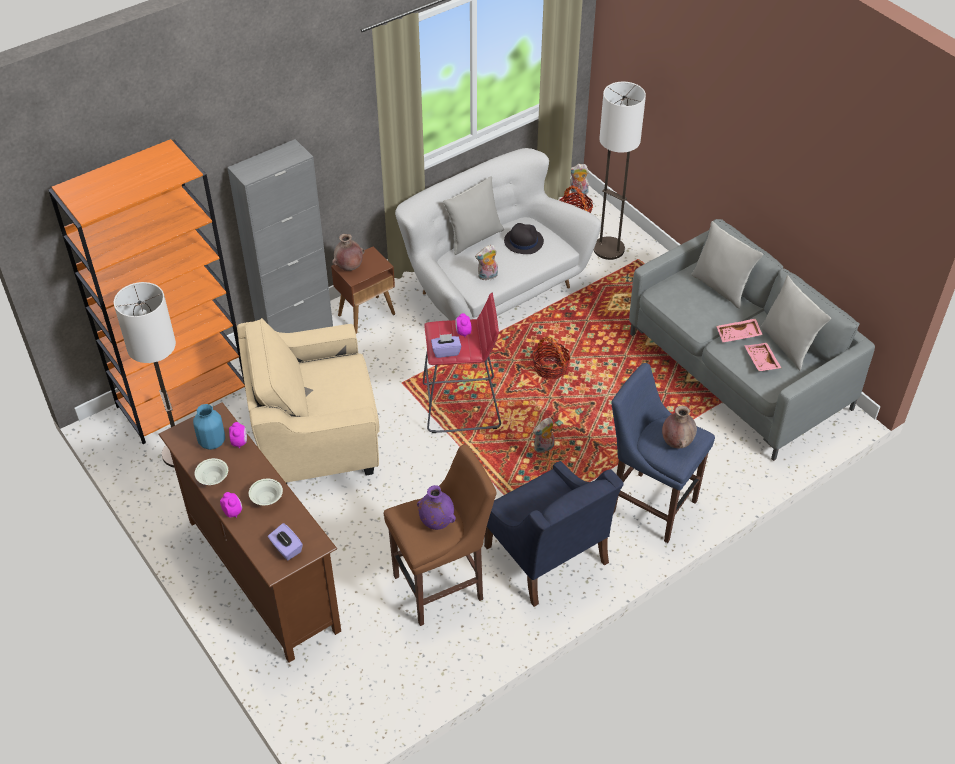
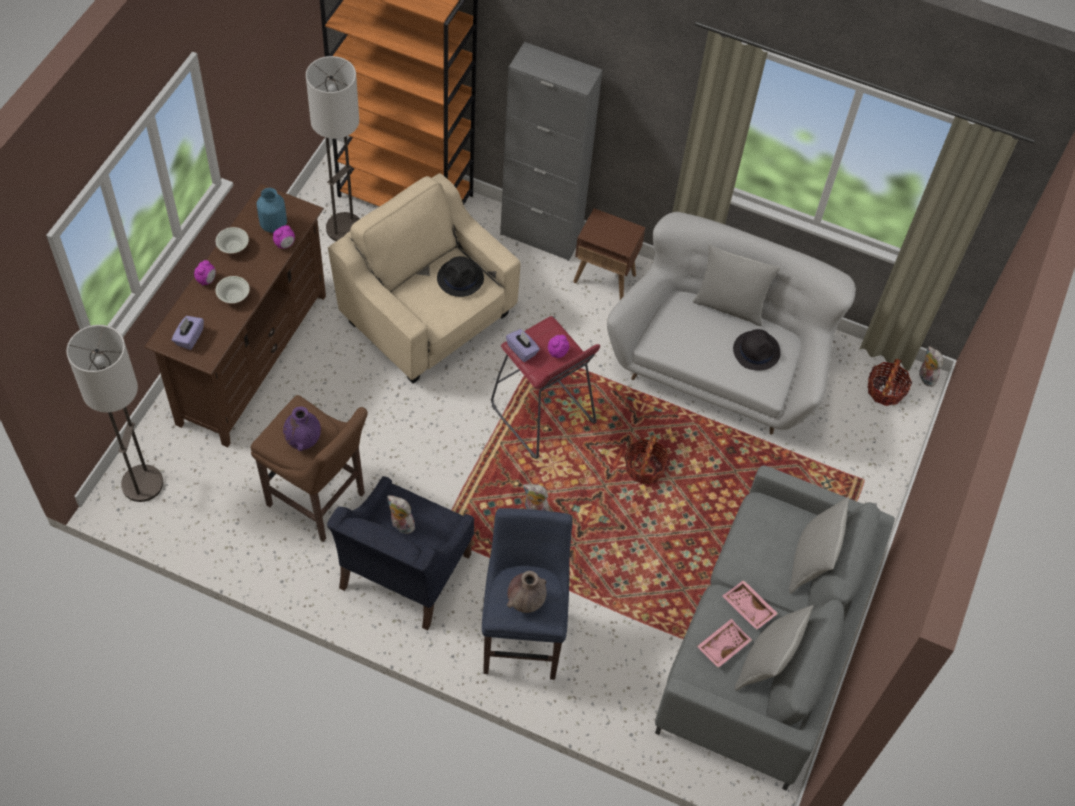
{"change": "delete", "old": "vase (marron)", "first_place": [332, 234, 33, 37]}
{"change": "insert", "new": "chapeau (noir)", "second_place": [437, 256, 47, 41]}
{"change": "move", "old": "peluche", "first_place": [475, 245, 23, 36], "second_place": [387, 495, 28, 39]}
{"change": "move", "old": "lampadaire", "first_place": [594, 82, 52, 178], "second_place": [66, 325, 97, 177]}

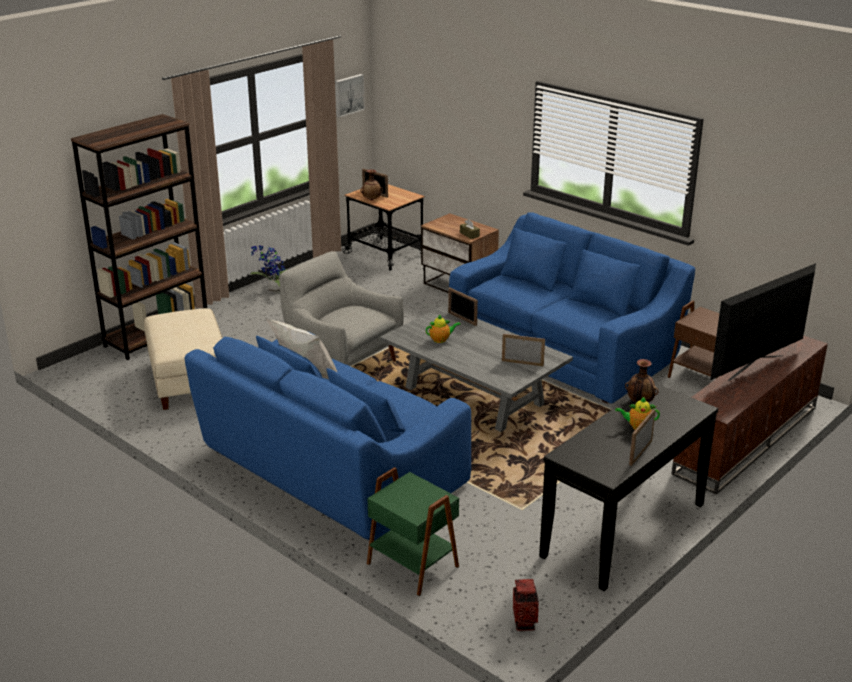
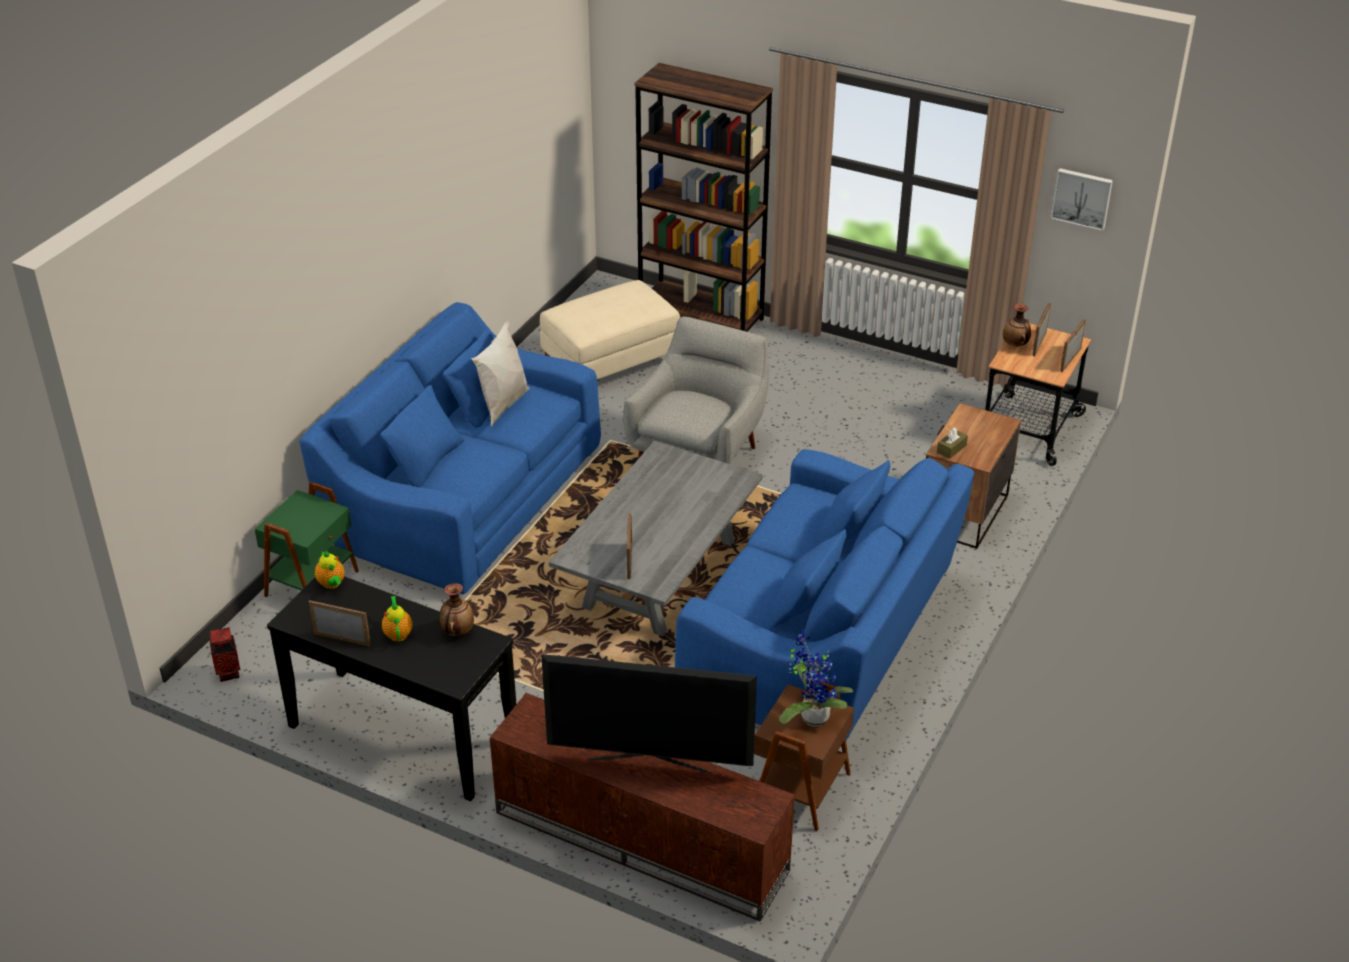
{"change": "move", "old": "plante en pot", "first_place": [250, 245, 37, 48], "second_place": [779, 630, 74, 97]}
{"change": "move", "old": "théière", "first_place": [426, 314, 35, 29], "second_place": [315, 552, 30, 37]}
{"change": "move", "old": "cadre photo", "first_place": [448, 287, 30, 39], "second_place": [1060, 319, 26, 53]}
{"change": "rotate", "old": "téléviseur", "first_place": [710, 263, 106, 119], "second_place": [541, 655, 216, 119], "degrees": 150}

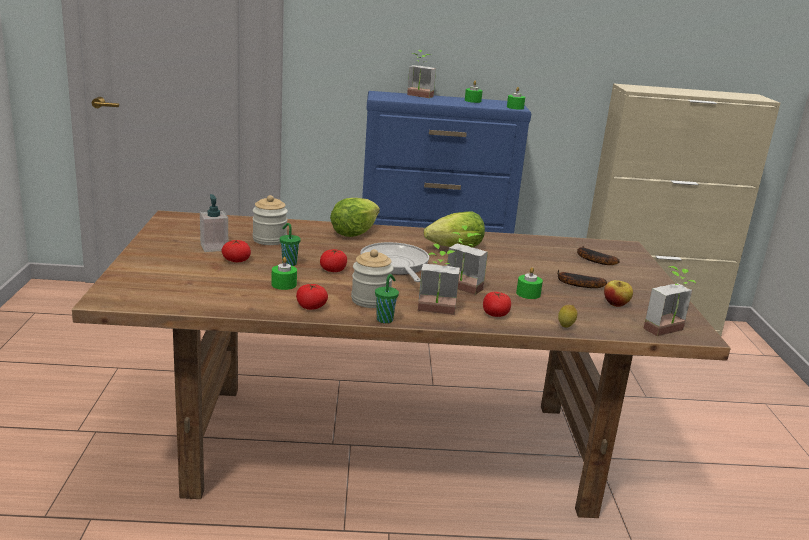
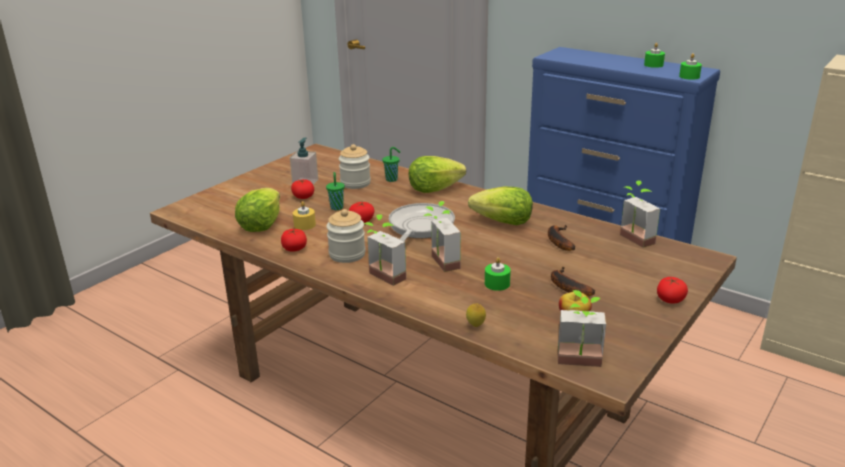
{"change": "insert", "new": "laitue", "second_place": [235, 188, 45, 44]}
{"change": "move", "old": "tasse (vert)", "first_place": [375, 274, 24, 49], "second_place": [382, 147, 18, 35]}
{"change": "move", "old": "plante en pot", "first_place": [407, 50, 29, 48], "second_place": [620, 180, 40, 68]}
{"change": "move", "old": "tomate", "first_place": [483, 292, 28, 25], "second_place": [657, 277, 31, 27]}
{"change": "move", "old": "banane", "first_place": [577, 246, 43, 19], "second_place": [548, 225, 28, 26]}
{"change": "recolor", "old": "bougie (vert)", "new": "bougie (jaune)", "first_place": [271, 257, 26, 33], "second_place": [293, 201, 23, 29]}

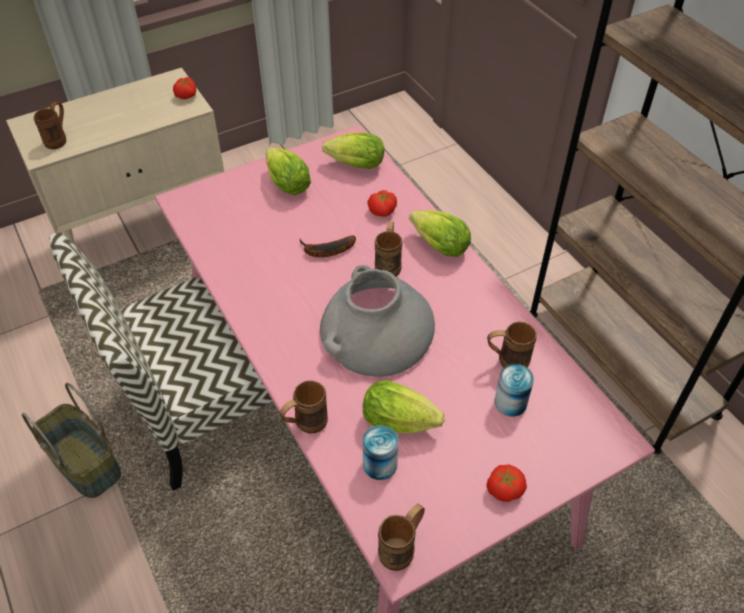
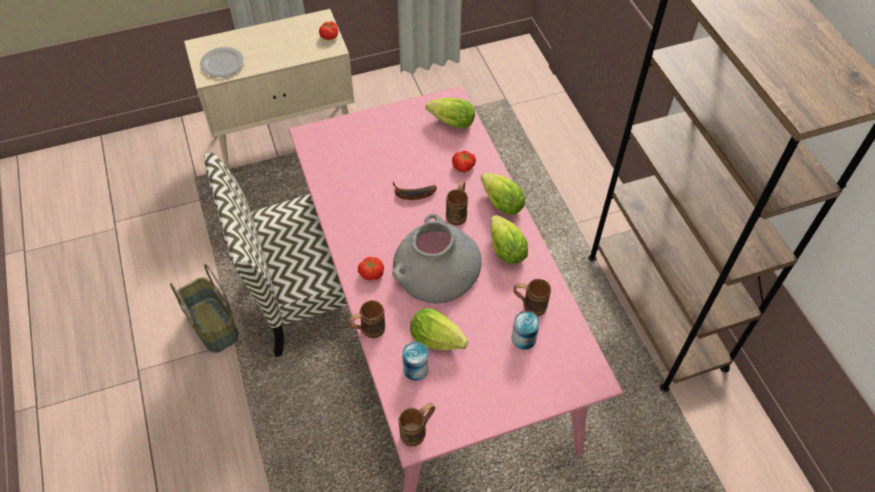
{"change": "move", "old": "laitue", "first_place": [266, 147, 45, 48], "second_place": [491, 215, 37, 49]}
{"change": "move", "old": "tomate", "first_place": [487, 464, 40, 38], "second_place": [358, 257, 26, 23]}
{"change": "replace", "old": "mug (marron)", "new": "assiette", "first_place": [33, 102, 33, 47], "second_place": [200, 47, 44, 30]}

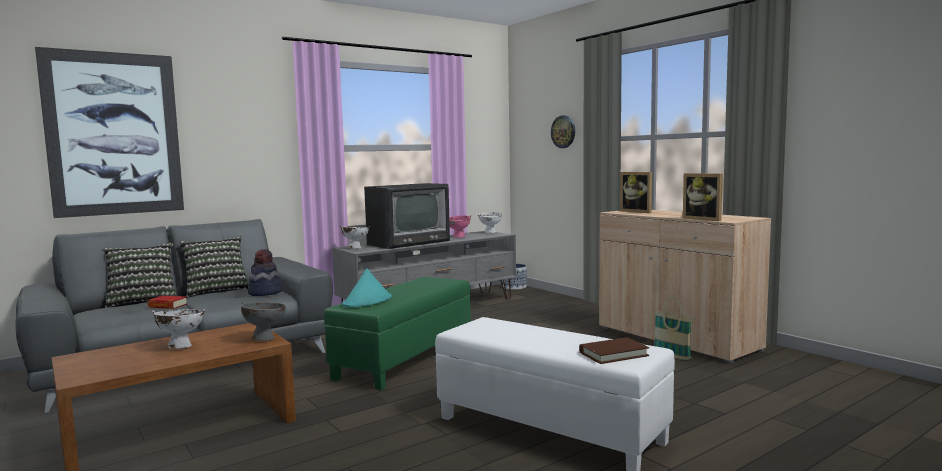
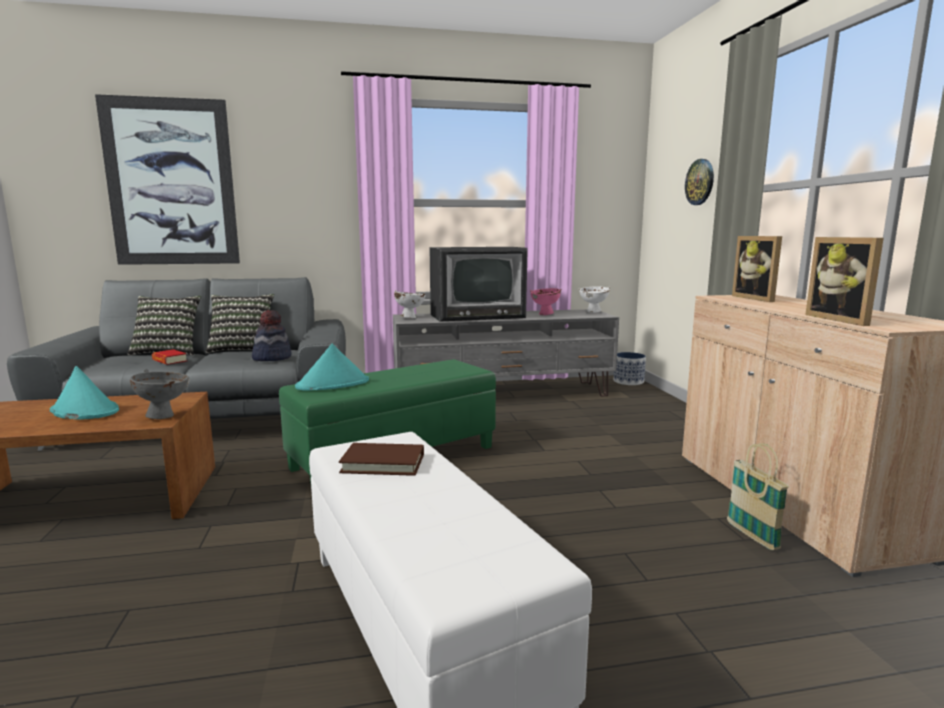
{"change": "move", "old": "livre (marron)", "first_place": [579, 337, 70, 27], "second_place": [339, 443, 85, 33]}
{"change": "replace", "old": "bol (blanc)", "new": "chapeau (turquoise)", "first_place": [152, 309, 53, 40], "second_place": [50, 366, 69, 54]}

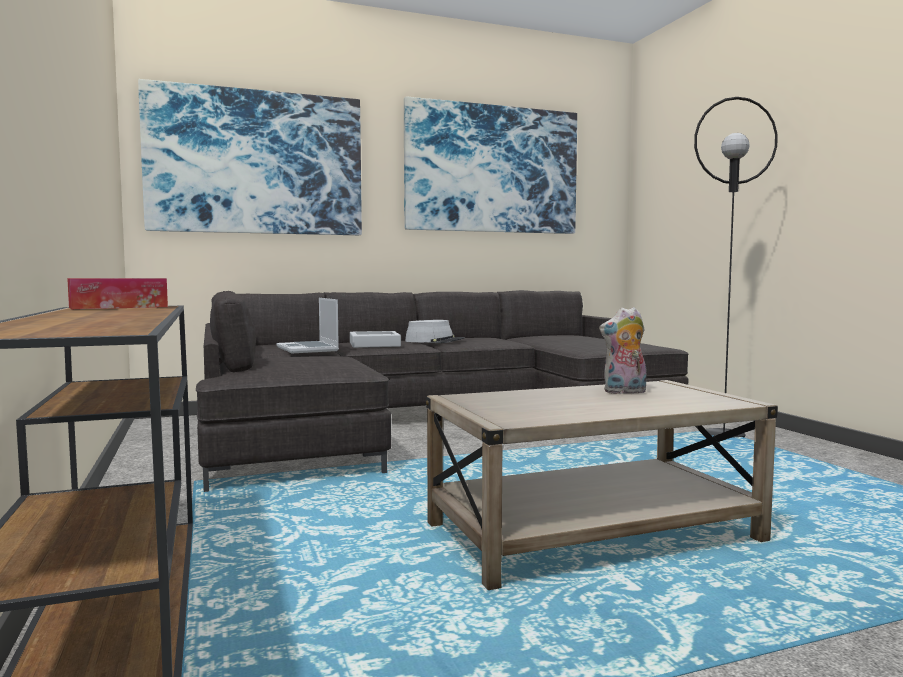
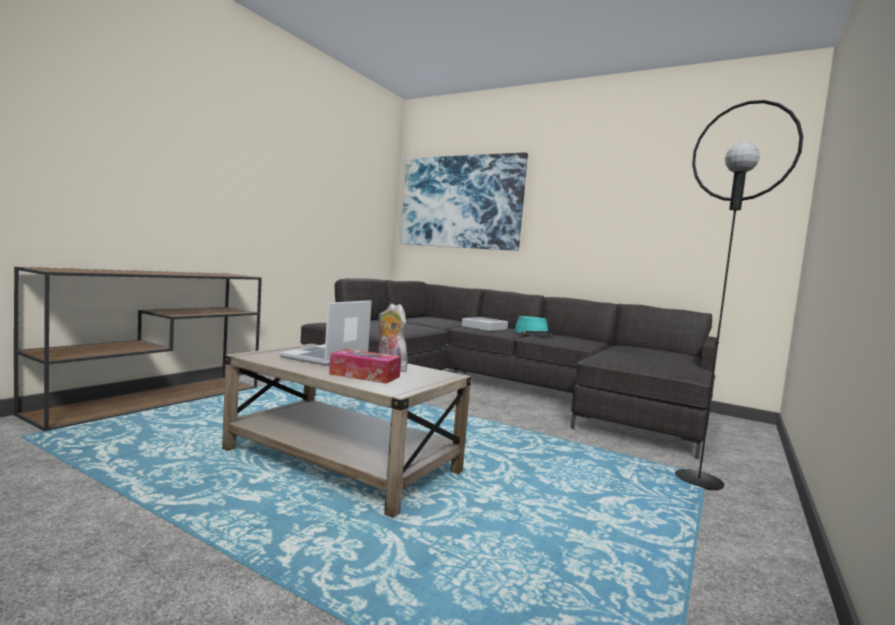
{"change": "delete", "old": "tableau", "first_place": [404, 96, 173, 138]}
{"change": "move", "old": "boîte à mouchoirs", "first_place": [67, 278, 101, 31], "second_place": [329, 349, 72, 35]}
{"change": "move", "old": "ordinateur portable", "first_place": [276, 298, 63, 55], "second_place": [280, 300, 92, 66]}
{"change": "recolor", "old": "chapeau (gris)", "new": "chapeau (turquoise)", "first_place": [405, 320, 60, 23], "second_place": [514, 316, 40, 19]}

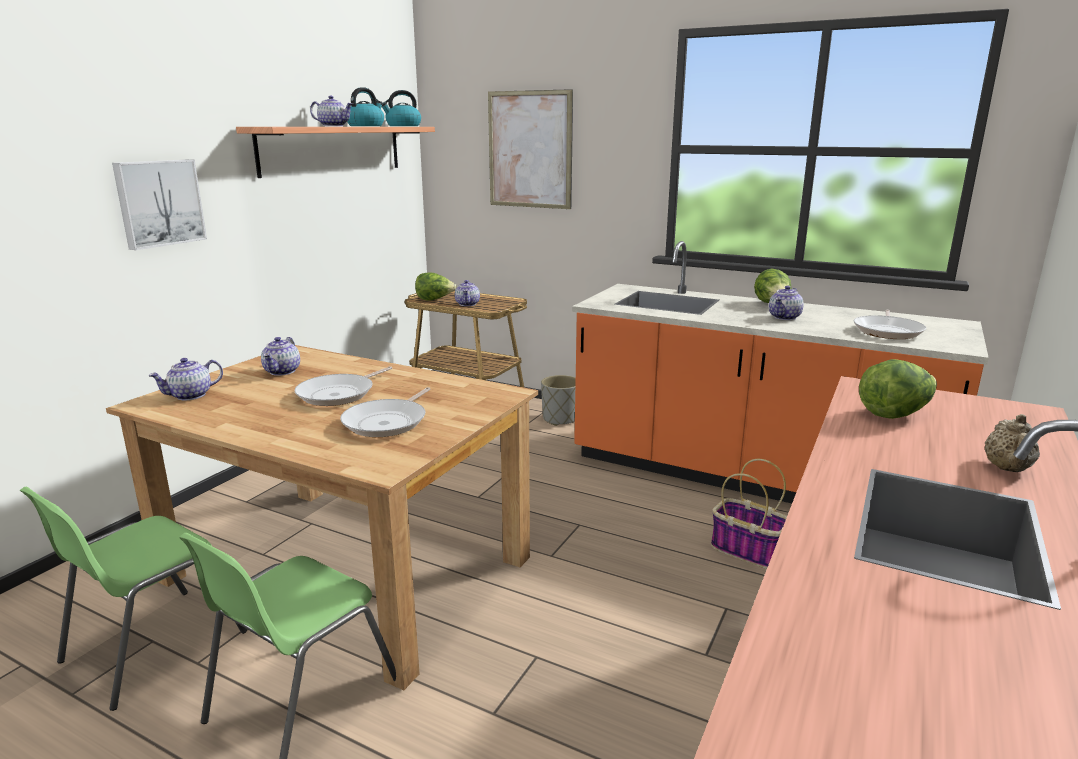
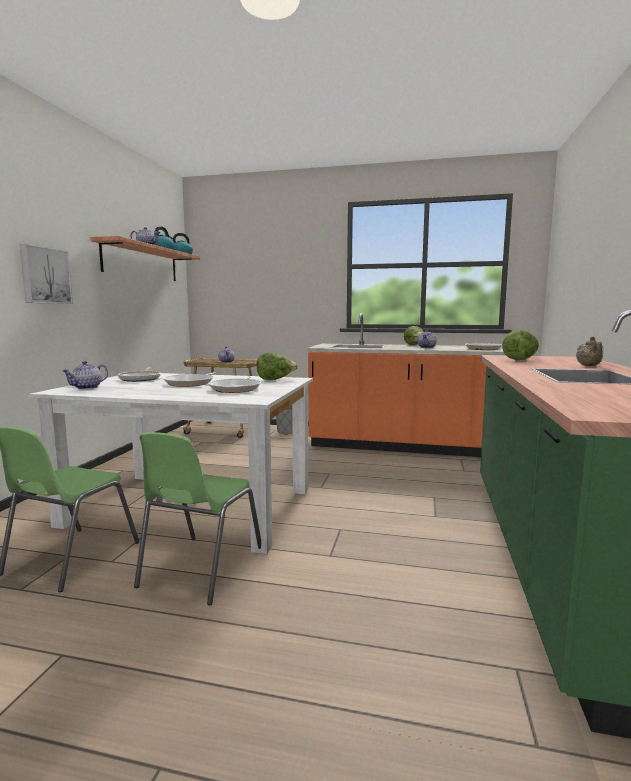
{"change": "delete", "old": "tableau", "first_place": [488, 89, 85, 120]}
{"change": "delete", "old": "panier", "first_place": [711, 459, 76, 110]}
{"change": "move", "old": "laitue", "first_place": [415, 272, 42, 29], "second_place": [257, 352, 41, 28]}
{"change": "replace", "old": "théière", "new": "poêle", "first_place": [261, 337, 39, 38], "second_place": [118, 367, 43, 15]}
{"change": "recolor", "old": "table à manger (marron)", "new": "table à manger (blanc)", "first_place": [106, 345, 432, 345], "second_place": [29, 373, 284, 181]}

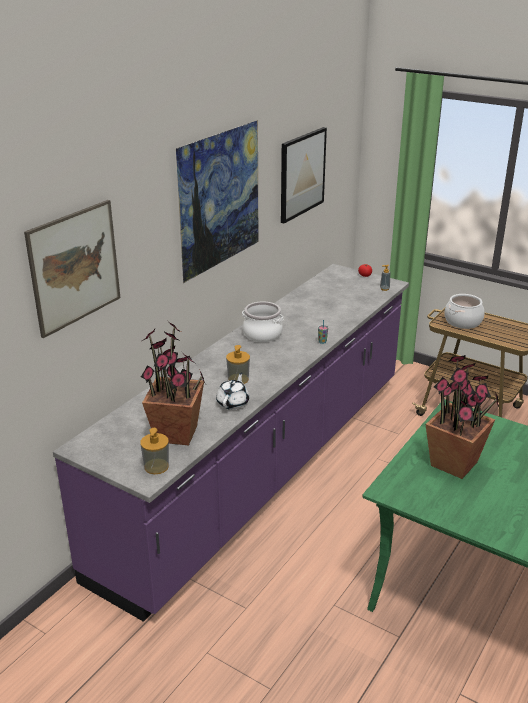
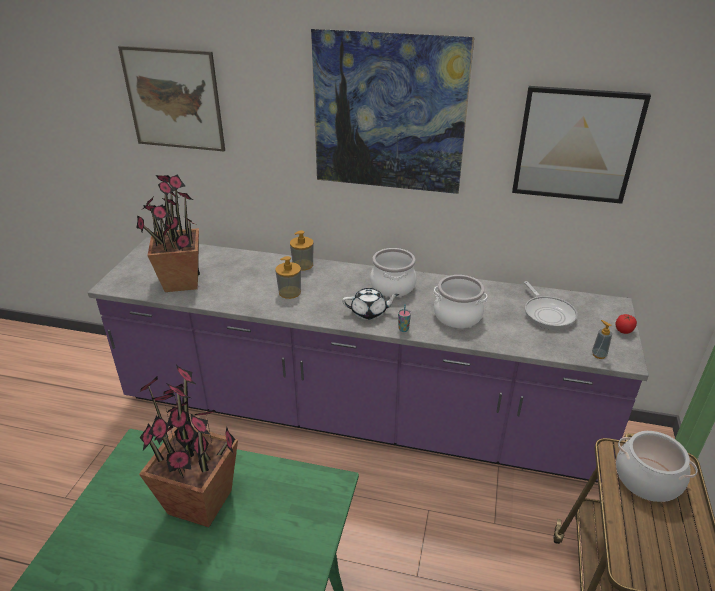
{"change": "insert", "new": "marmite", "second_place": [433, 275, 54, 53]}
{"change": "insert", "new": "poêle", "second_place": [524, 281, 53, 49]}
{"change": "move", "old": "distributeur de savon", "first_place": [140, 428, 29, 46], "second_place": [290, 230, 24, 41]}
{"change": "move", "old": "théière (blanc)", "first_place": [216, 372, 33, 38], "second_place": [342, 288, 57, 32]}

